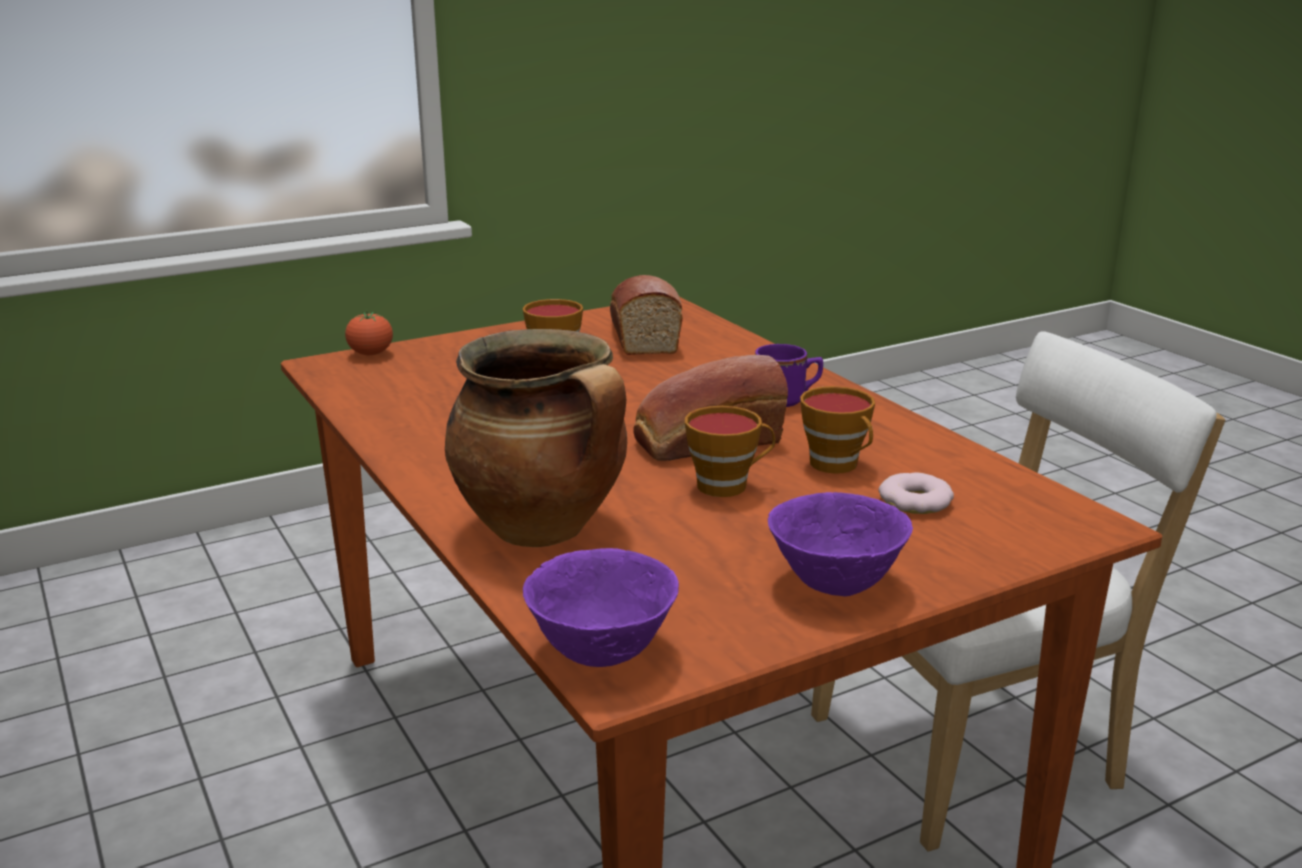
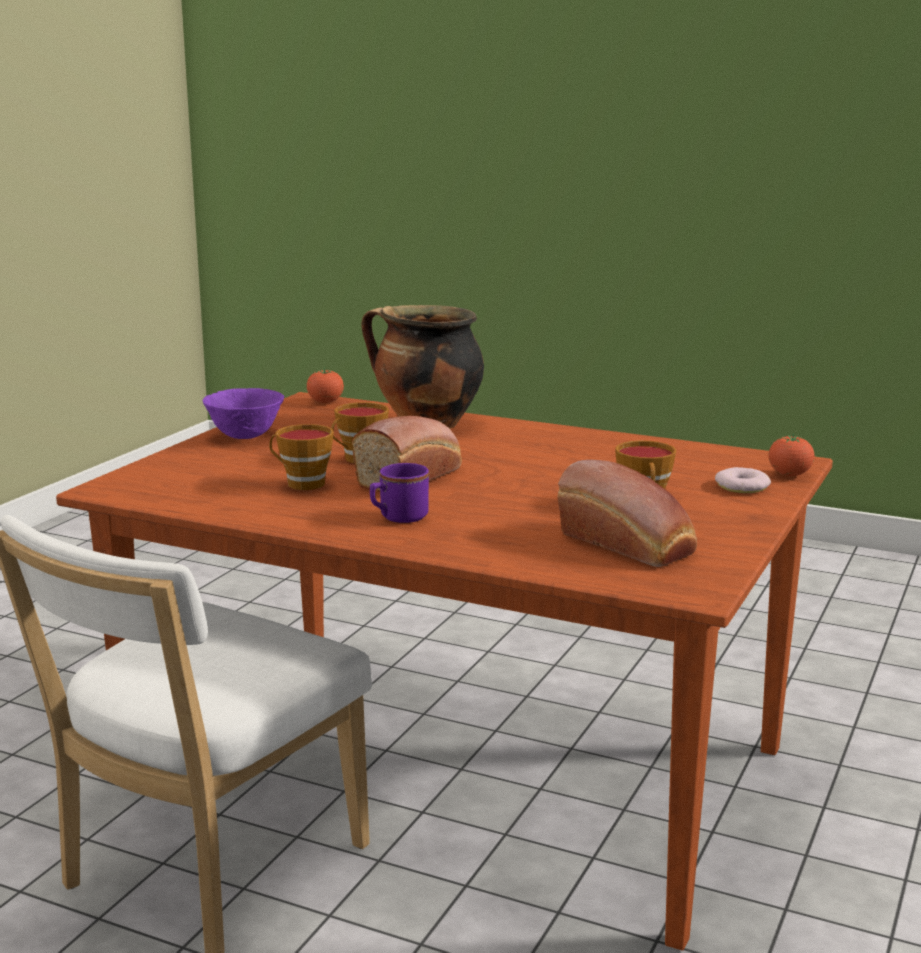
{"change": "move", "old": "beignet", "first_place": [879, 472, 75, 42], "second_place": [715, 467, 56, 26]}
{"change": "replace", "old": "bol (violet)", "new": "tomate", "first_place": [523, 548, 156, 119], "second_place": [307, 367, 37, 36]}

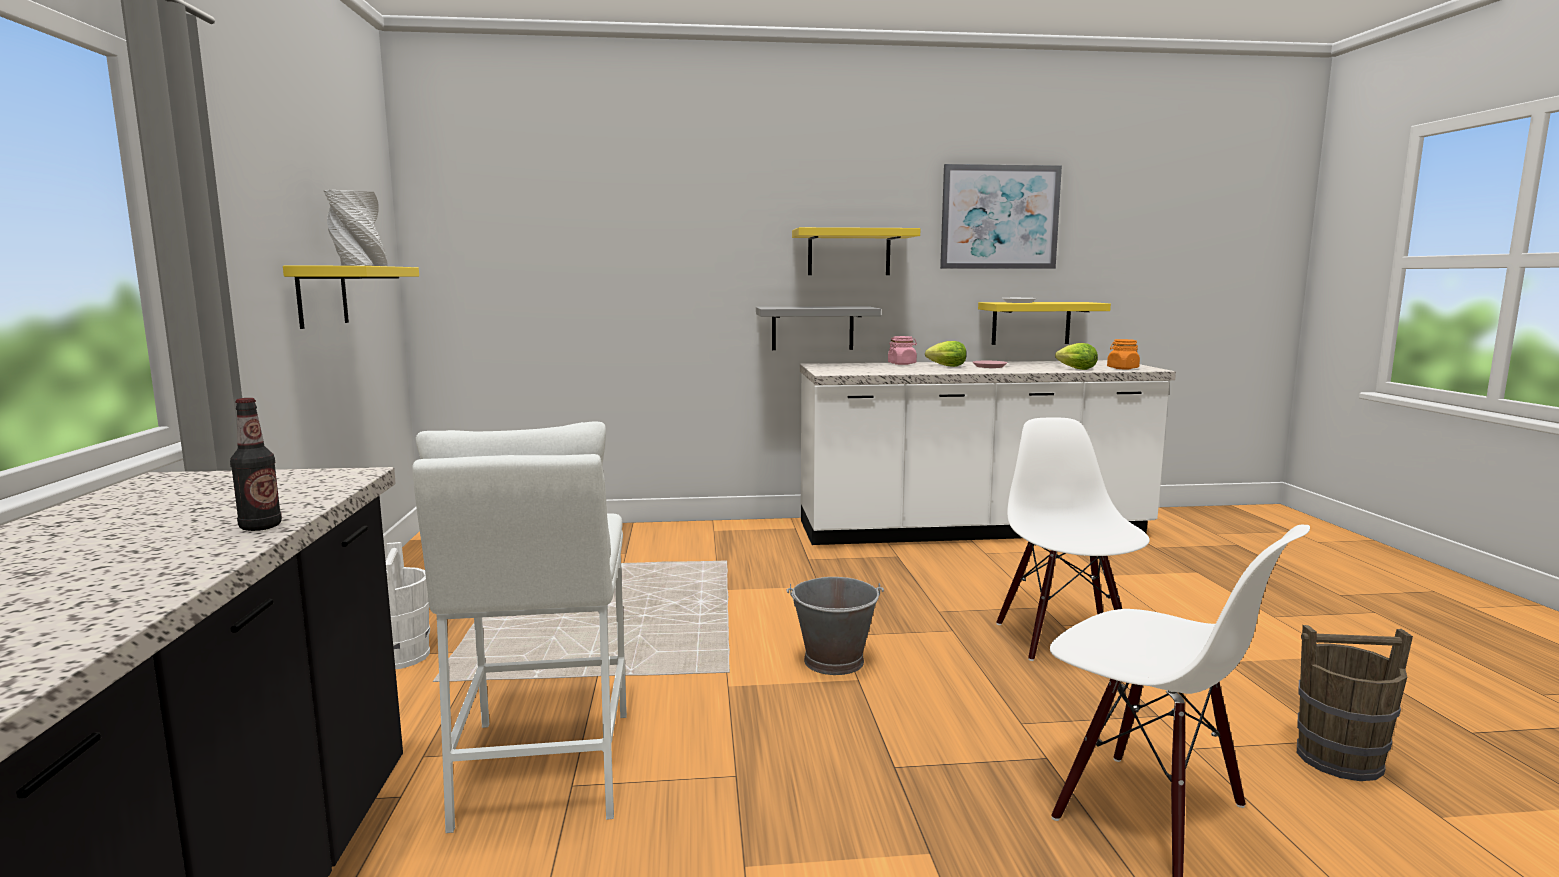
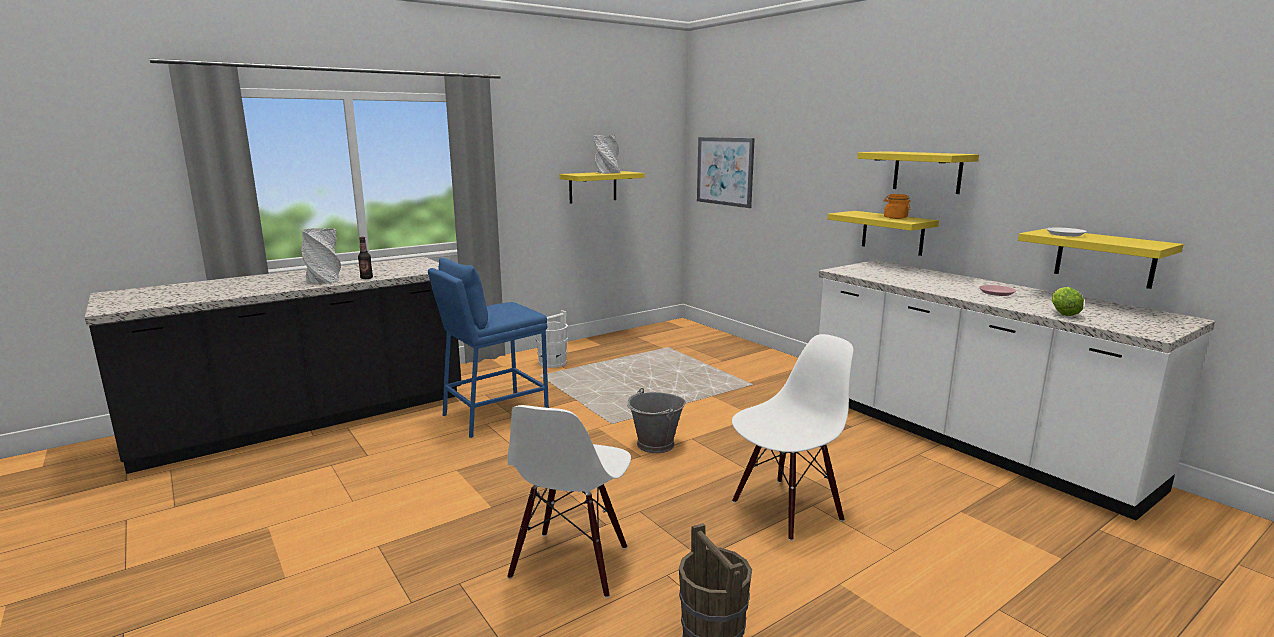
{"change": "delete", "old": "bocal (rose)", "first_place": [888, 336, 29, 29]}
{"change": "delete", "old": "laitue", "first_place": [925, 341, 42, 26]}
{"change": "insert", "new": "vase (gris)", "second_place": [301, 228, 40, 56]}
{"change": "move", "old": "tableau", "first_place": [940, 164, 122, 105], "second_place": [697, 137, 58, 71]}
{"change": "move", "old": "bocal (orange)", "first_place": [1107, 339, 33, 30], "second_place": [883, 194, 28, 25]}
{"change": "recolor", "old": "tabouret (blanc)", "new": "tabouret (bleu)", "first_place": [412, 421, 215, 412], "second_place": [428, 258, 121, 180]}
{"change": "recolor", "old": "étagère (gris)", "new": "étagère (jaune)", "first_place": [756, 306, 125, 44], "second_place": [827, 211, 112, 45]}

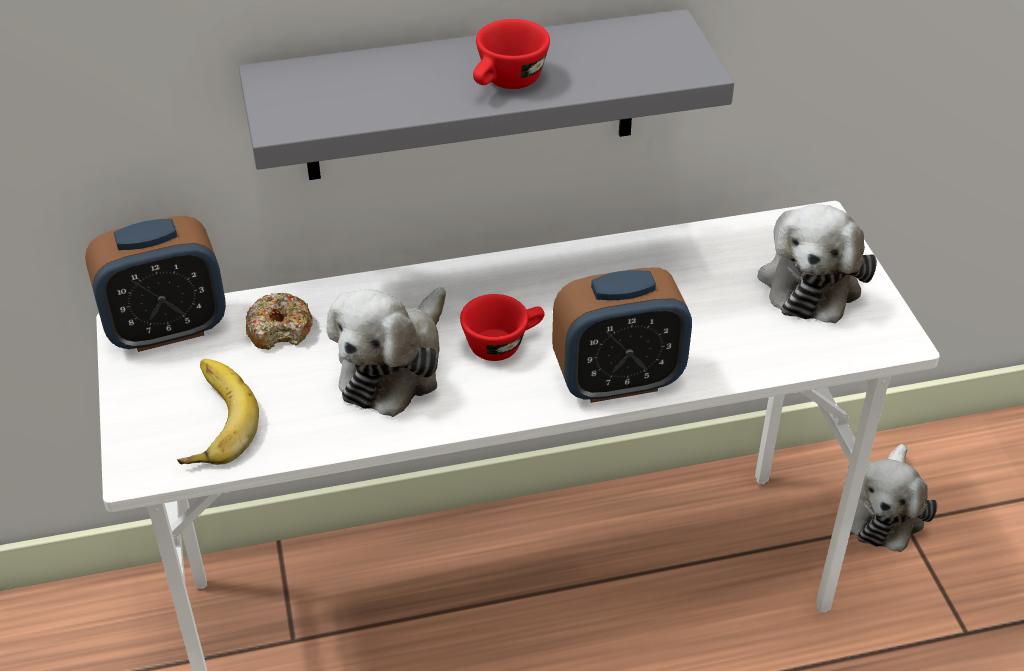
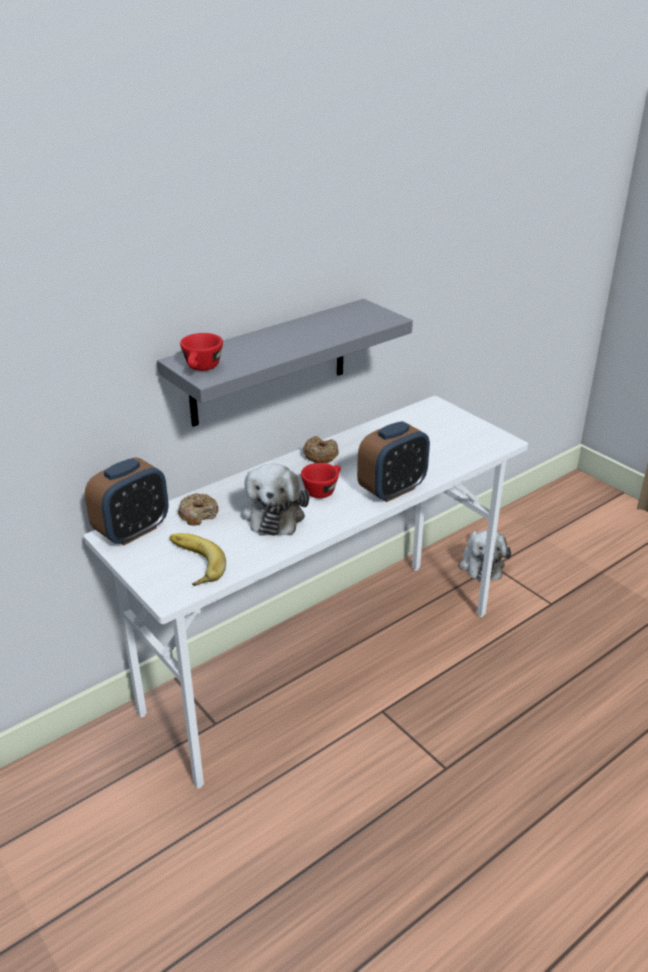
{"change": "delete", "old": "peluche", "first_place": [758, 204, 119, 120]}
{"change": "insert", "new": "beignet", "second_place": [303, 436, 36, 27]}
{"change": "move", "old": "tasse (rouge)", "first_place": [473, 19, 77, 70], "second_place": [180, 333, 43, 38]}

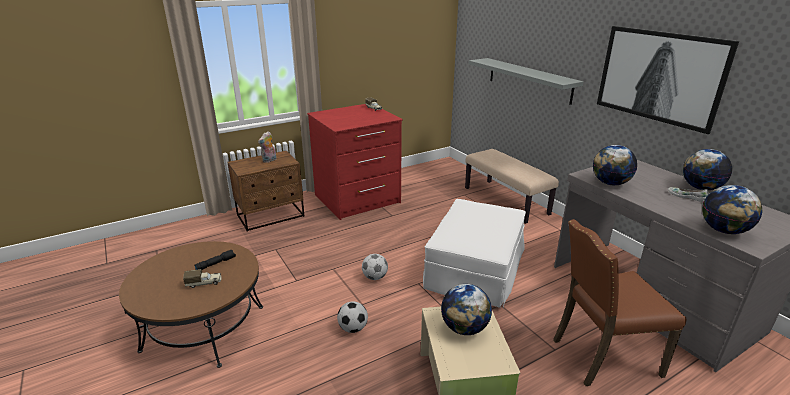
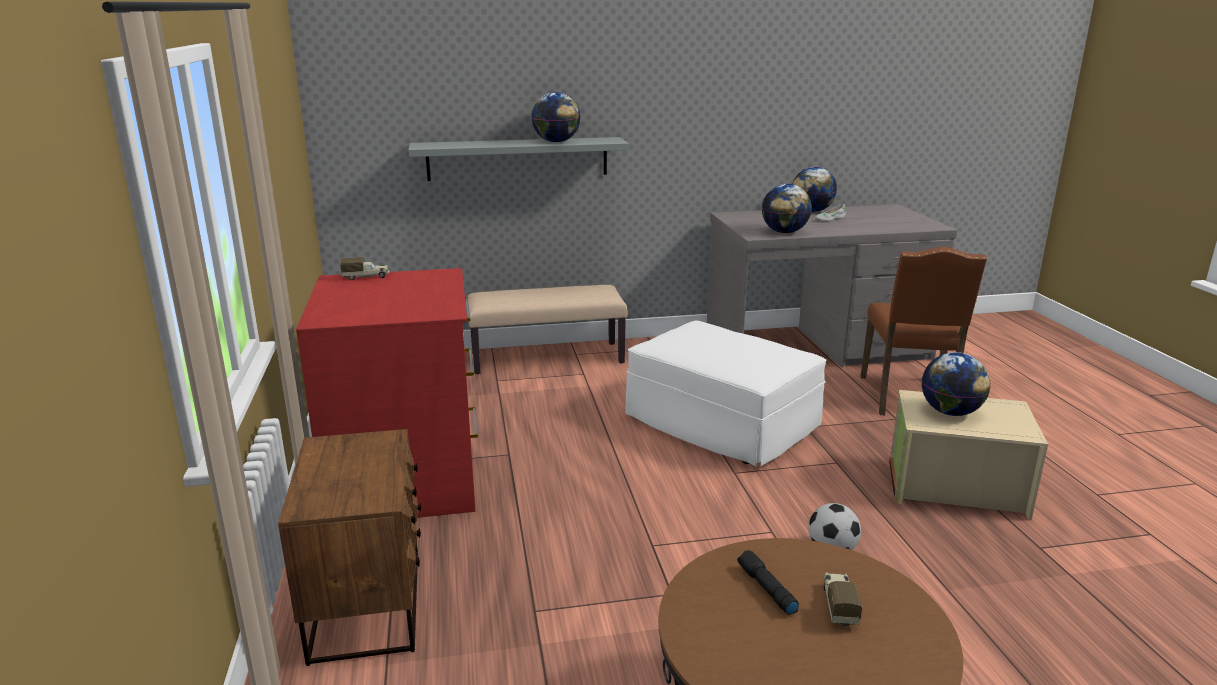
{"change": "delete", "old": "peluche", "first_place": [258, 131, 18, 32]}
{"change": "delete", "old": "ballon de foot", "first_place": [362, 254, 26, 26]}
{"change": "delete", "old": "tableau", "first_place": [597, 26, 142, 108]}
{"change": "move", "old": "globe", "first_place": [702, 185, 60, 49], "second_place": [531, 92, 49, 50]}

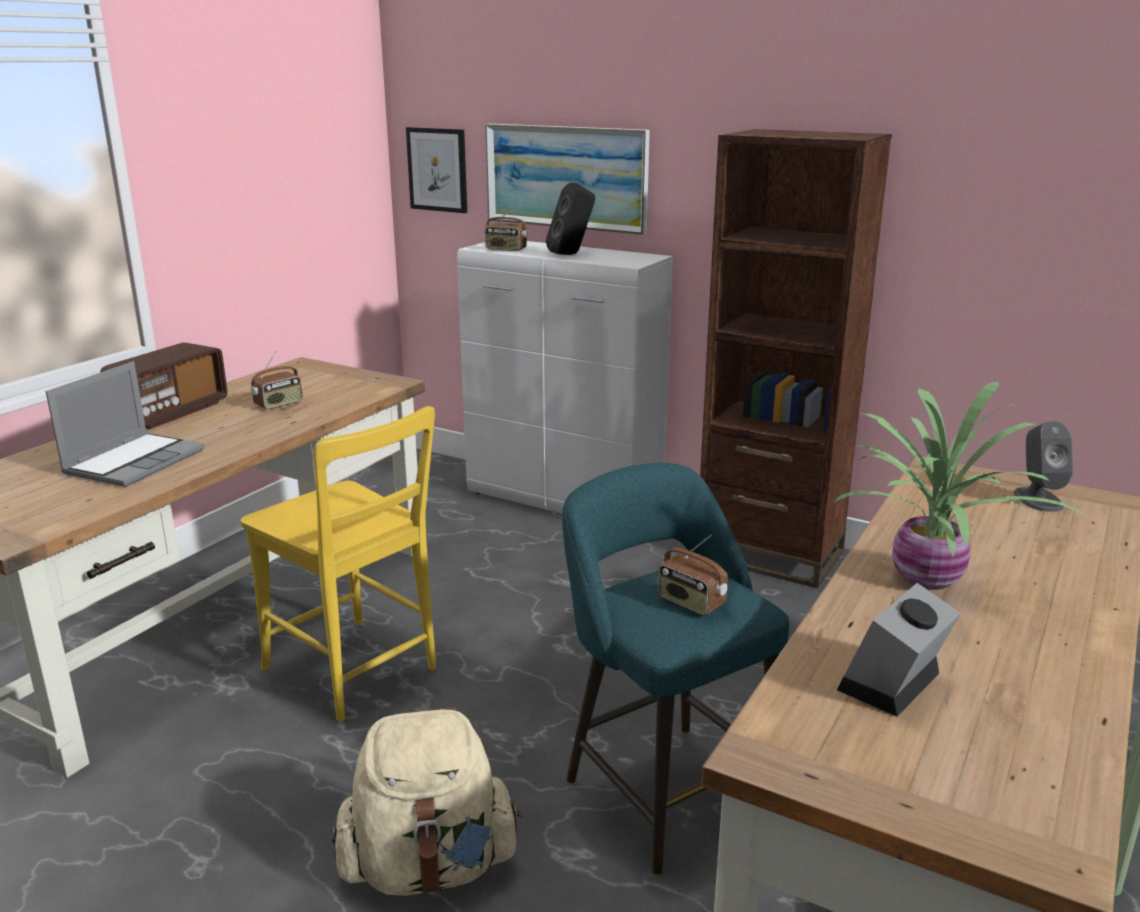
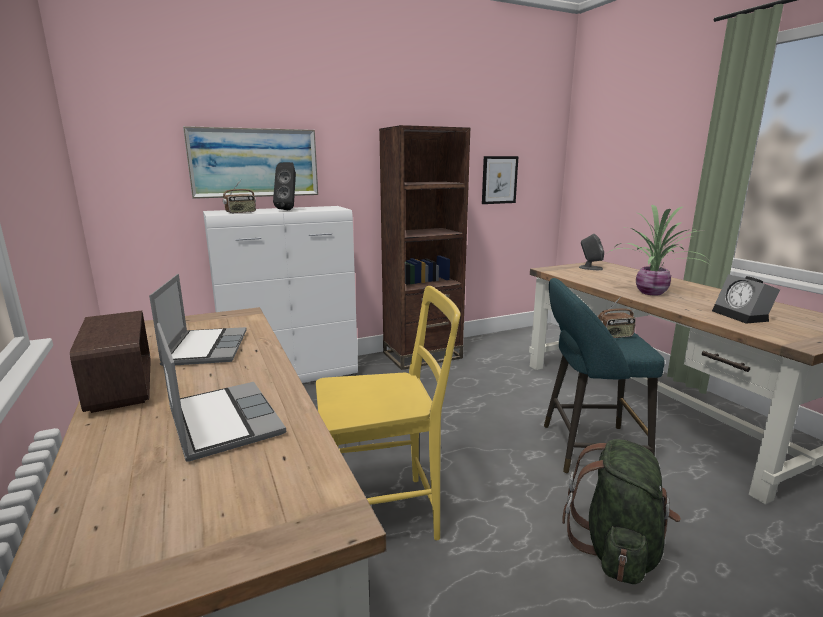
{"change": "move", "old": "tableau", "first_place": [406, 127, 61, 86], "second_place": [482, 156, 37, 48]}
{"change": "replace", "old": "radio", "new": "ordinateur portable", "first_place": [251, 351, 52, 58], "second_place": [149, 274, 98, 92]}
{"change": "recolor", "old": "sac à dos (beige)", "new": "sac à dos (vert)", "first_place": [332, 708, 190, 188], "second_place": [562, 439, 119, 145]}

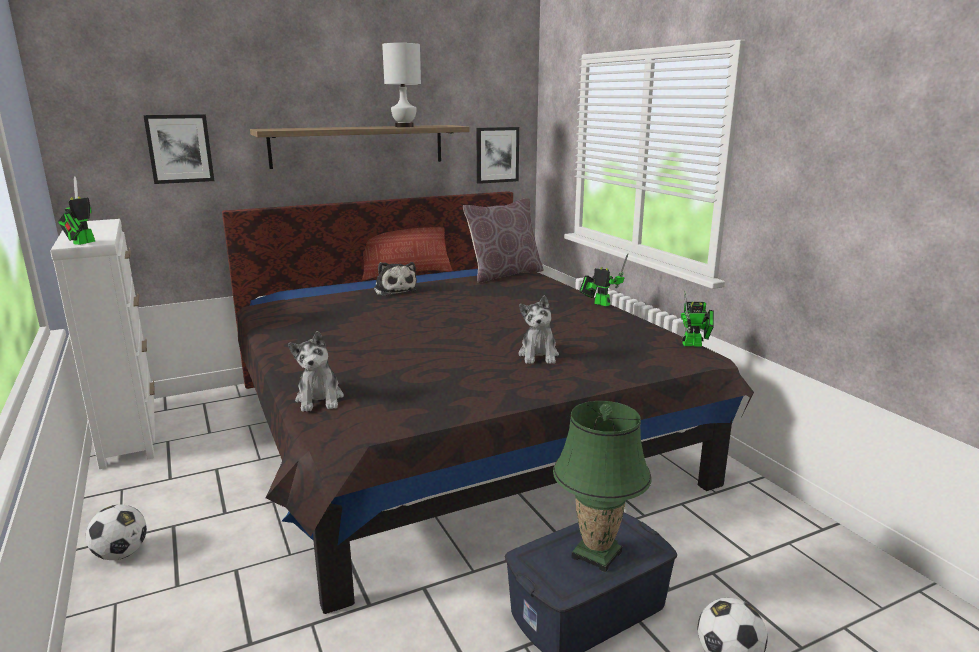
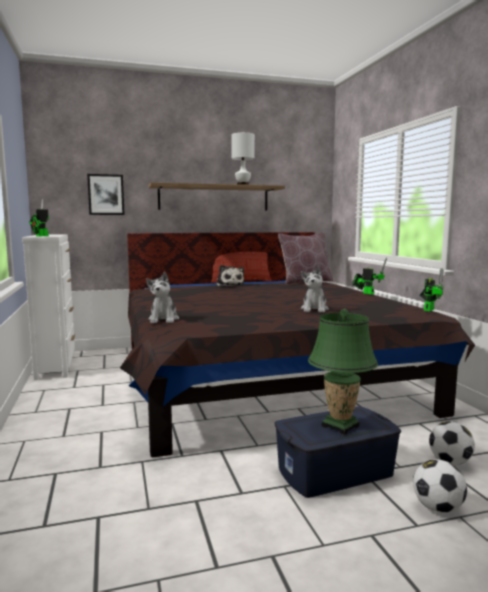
{"change": "delete", "old": "tableau", "first_place": [476, 127, 43, 57]}
{"change": "move", "old": "ballon de foot", "first_place": [86, 504, 61, 56], "second_place": [429, 421, 46, 44]}
{"change": "rotate", "old": "robot jouet", "first_place": [681, 291, 33, 55], "second_place": [420, 268, 24, 43], "degrees": -60}

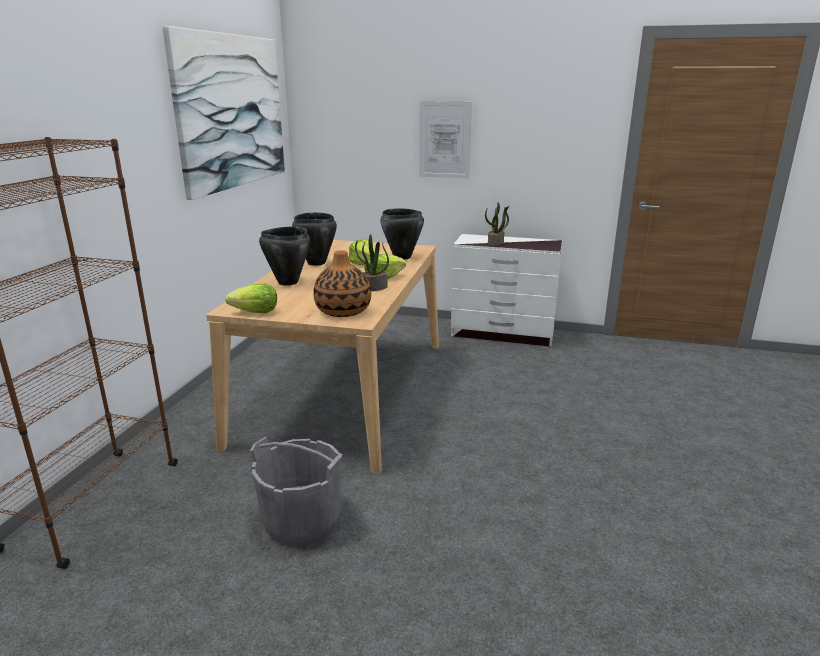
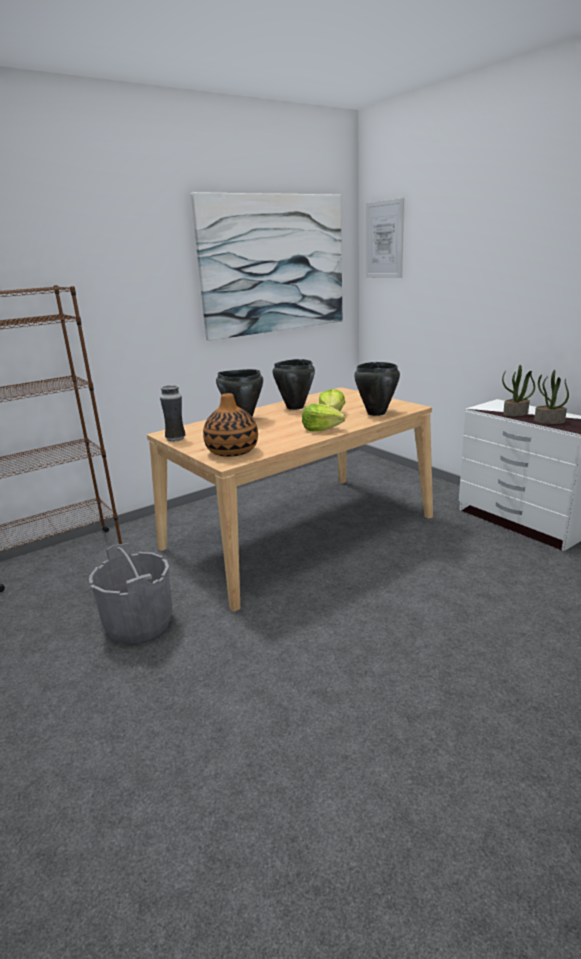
{"change": "move", "old": "plante en pot", "first_place": [355, 234, 34, 57], "second_place": [534, 370, 35, 54]}
{"change": "move", "old": "tableau", "first_place": [419, 101, 53, 78], "second_place": [366, 198, 38, 80]}
{"change": "replace", "old": "laitue", "new": "vase", "first_place": [225, 283, 52, 30], "second_place": [160, 385, 25, 57]}

